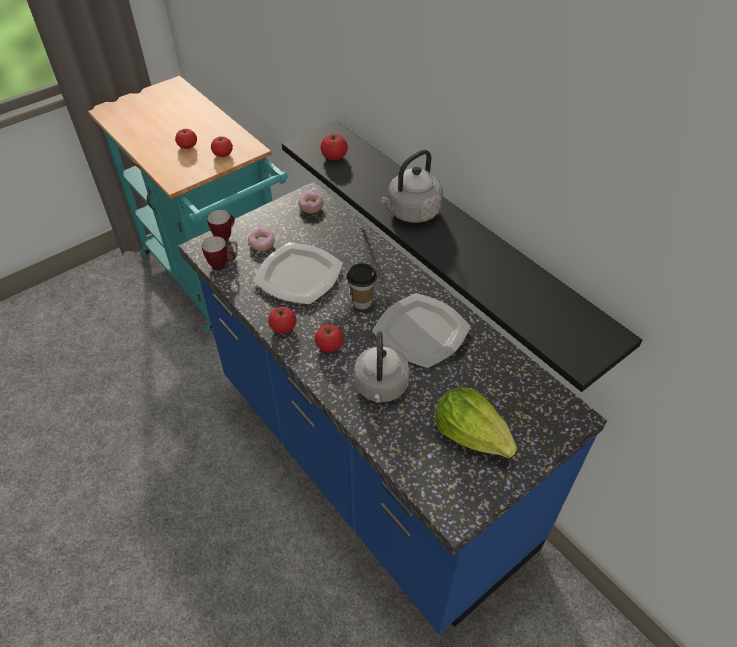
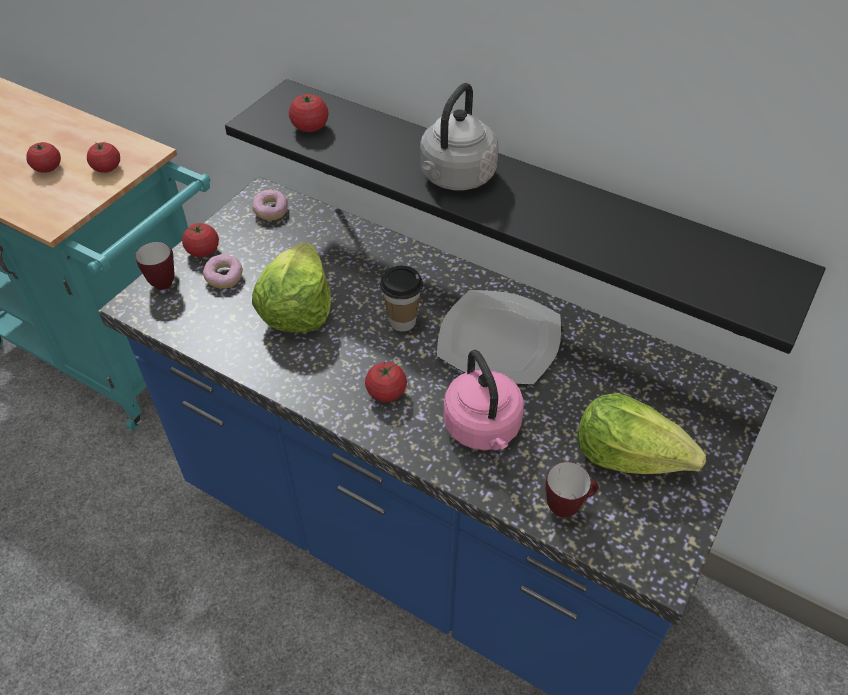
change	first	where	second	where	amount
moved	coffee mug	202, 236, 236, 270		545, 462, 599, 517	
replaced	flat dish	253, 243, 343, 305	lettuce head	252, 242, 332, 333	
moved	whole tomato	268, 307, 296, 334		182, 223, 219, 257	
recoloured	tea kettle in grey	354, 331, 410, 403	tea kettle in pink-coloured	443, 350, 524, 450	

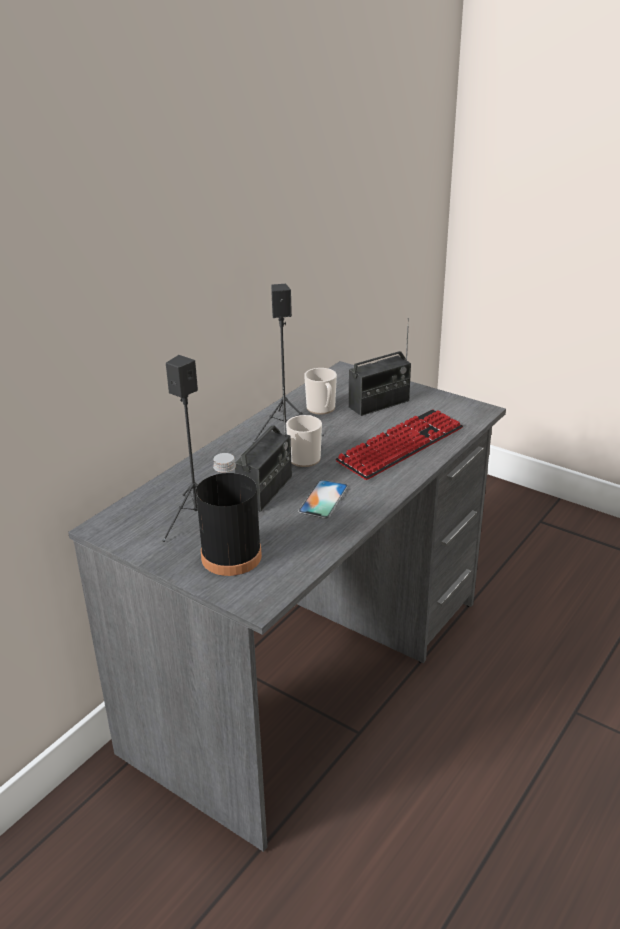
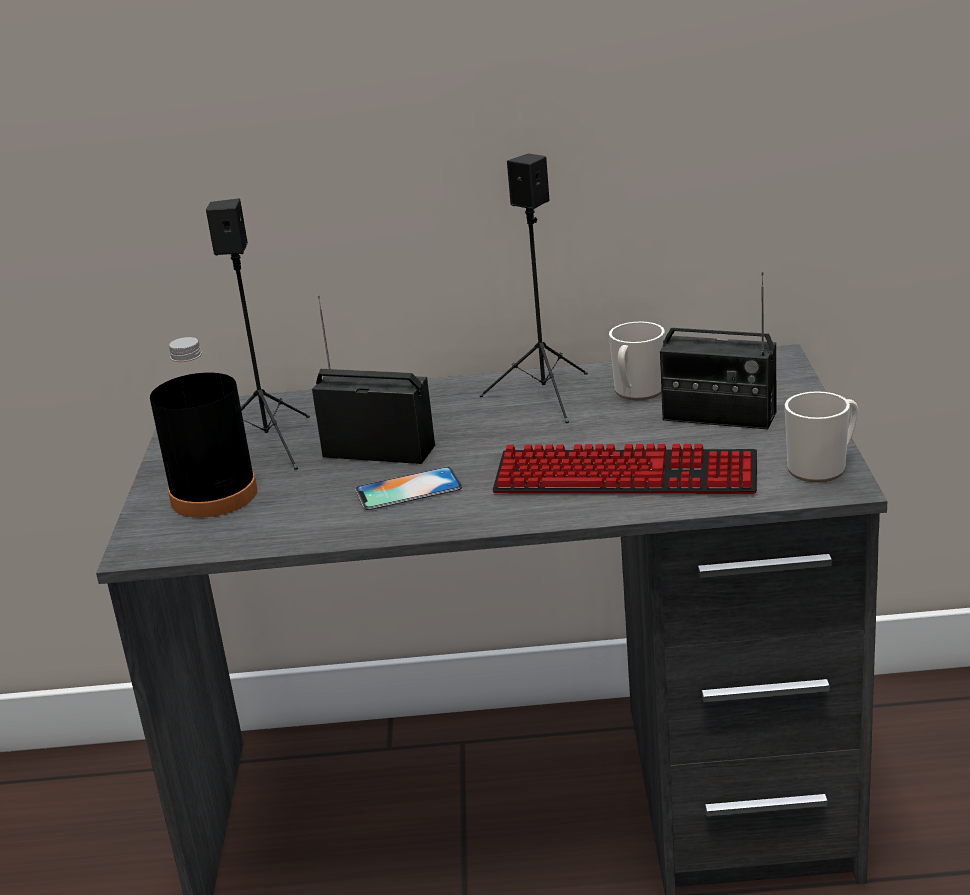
change	first	where	second	where	amount
turned	radio receiver	235, 387, 292, 512		312, 295, 435, 464	150 degrees counterclockwise
moved	coffee mug	286, 415, 322, 467		785, 391, 858, 483	

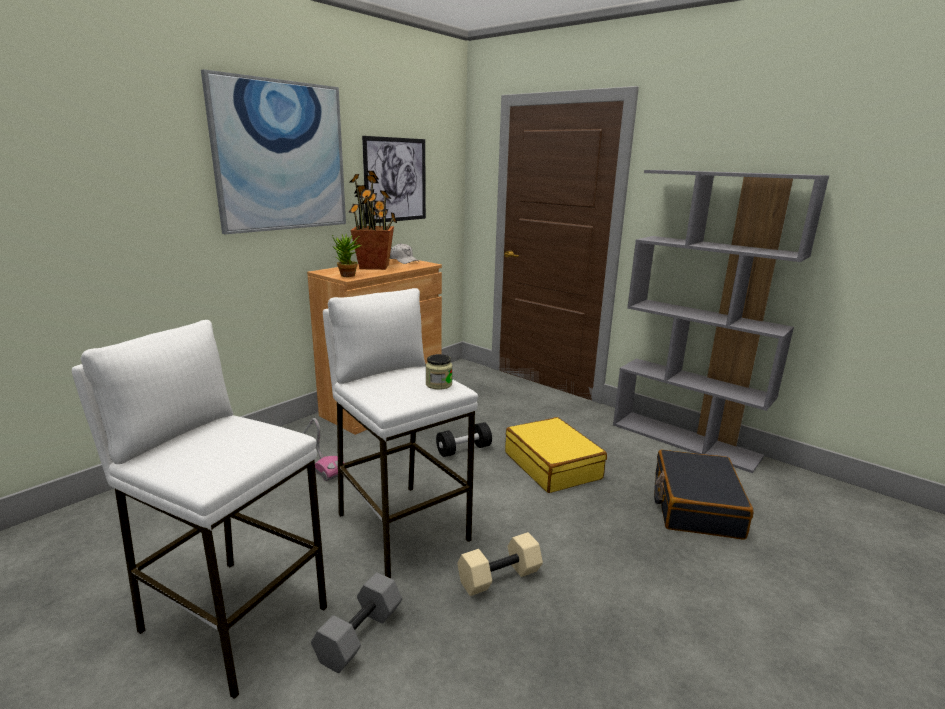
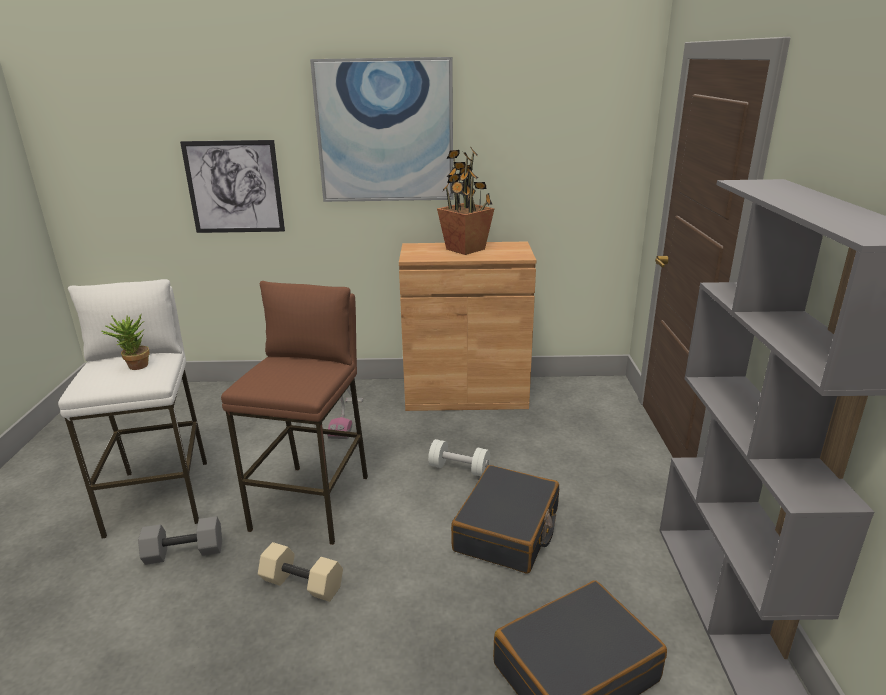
change	first	where	second	where	amount
recoloured	stool seat in white-coloured	323, 288, 478, 578	stool seat in brownish	221, 281, 368, 545	
moved	potted plant	332, 234, 361, 277		101, 313, 150, 370	
moved	wall picture	362, 136, 426, 224		180, 140, 285, 233	
removed	cap in white-coloured	390, 243, 420, 264			
removed	jar	426, 354, 452, 390			
recoloured	hand weight in black-coloured	436, 422, 492, 457	hand weight in white-coloured	428, 439, 490, 476	
recoloured	suitcase in yellow	505, 417, 607, 493	suitcase in black-coloured	451, 465, 559, 574	

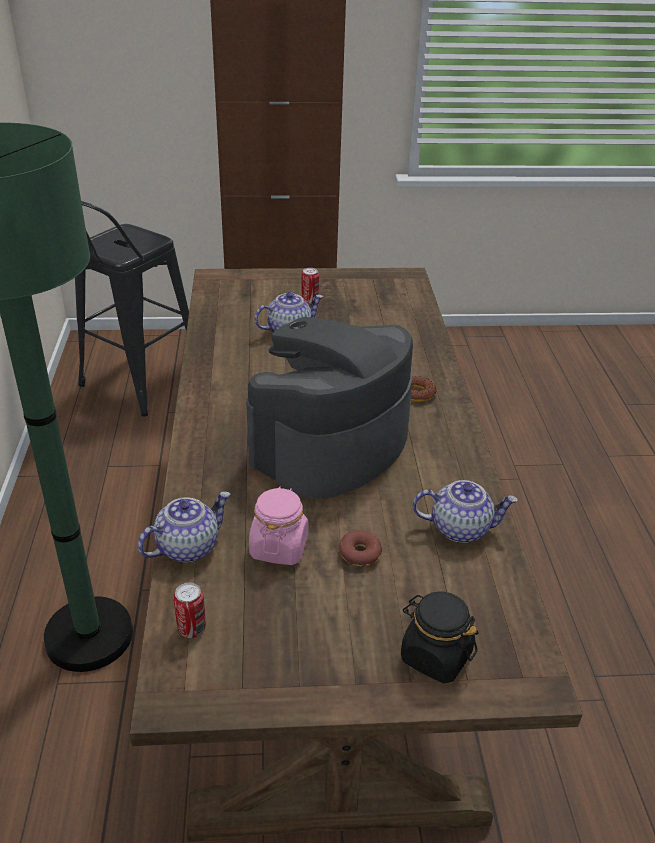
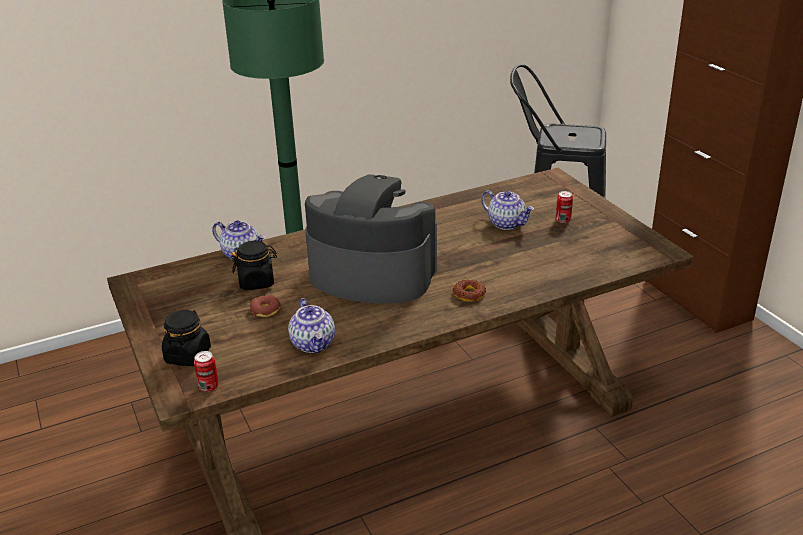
change	first	where	second	where	amount
moved	metal can	174, 583, 206, 638		194, 351, 218, 392	
recoloured	jar in pink-coloured	249, 487, 309, 565	jar in black-coloured	232, 241, 277, 290	

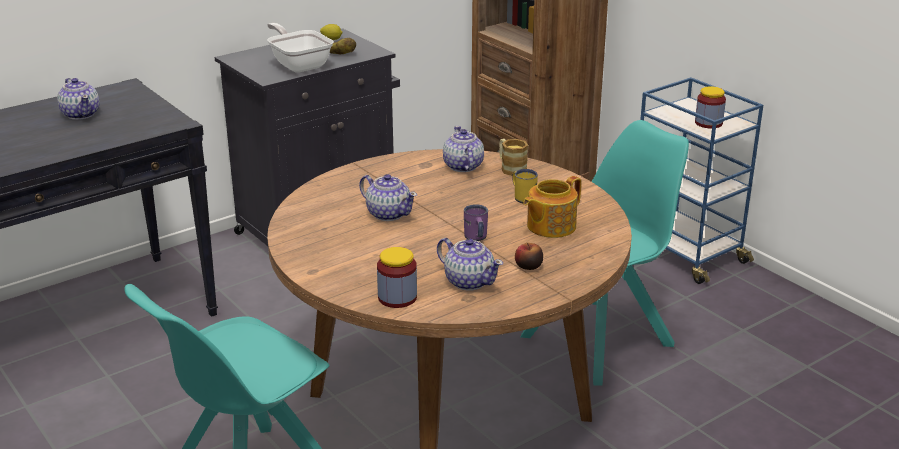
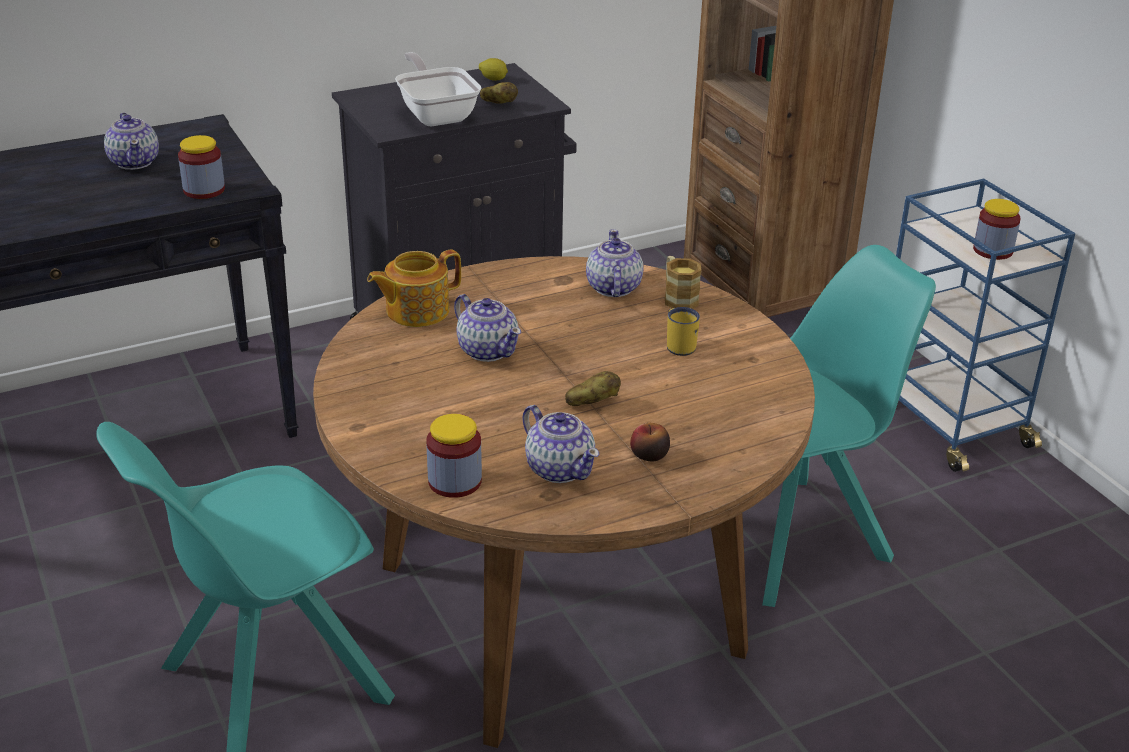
change	first	where	second	where	amount
replaced	coffee mug in purple-coloured	464, 204, 488, 241	potato	565, 371, 621, 406	
moved	tea pot	523, 176, 581, 238		367, 250, 461, 327	
added			jar	178, 135, 225, 199	

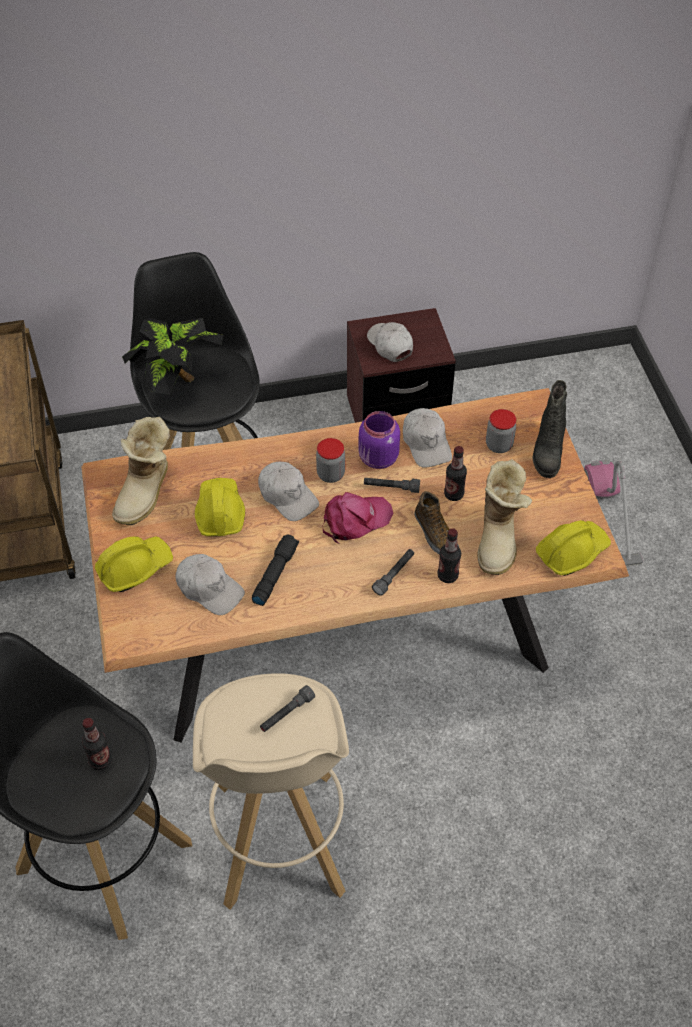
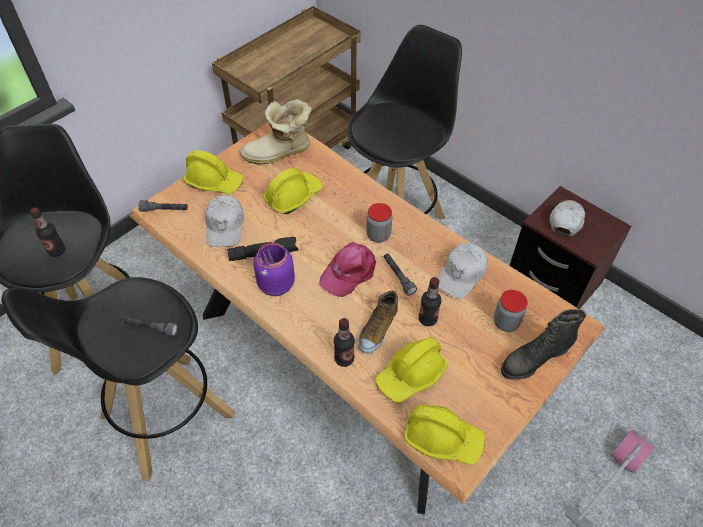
change	first	where	second	where	amount
removed	potted plant	122, 318, 224, 395			
recoloured	stool seat in beige-coloured	193, 673, 349, 910	stool seat in black-coloured	1, 277, 235, 481	
removed	cap in white-coloured	258, 462, 319, 521			
turned	cap in pink-coloured	322, 492, 394, 544		319, 242, 376, 297	105 degrees clockwise
moved	jar in purple-coloured	358, 411, 400, 469		253, 242, 295, 296	
moved	hand torch in grey	372, 549, 414, 596		139, 200, 188, 212	
replaced	boot	478, 459, 532, 575	work helmet in yellow	375, 337, 448, 403	

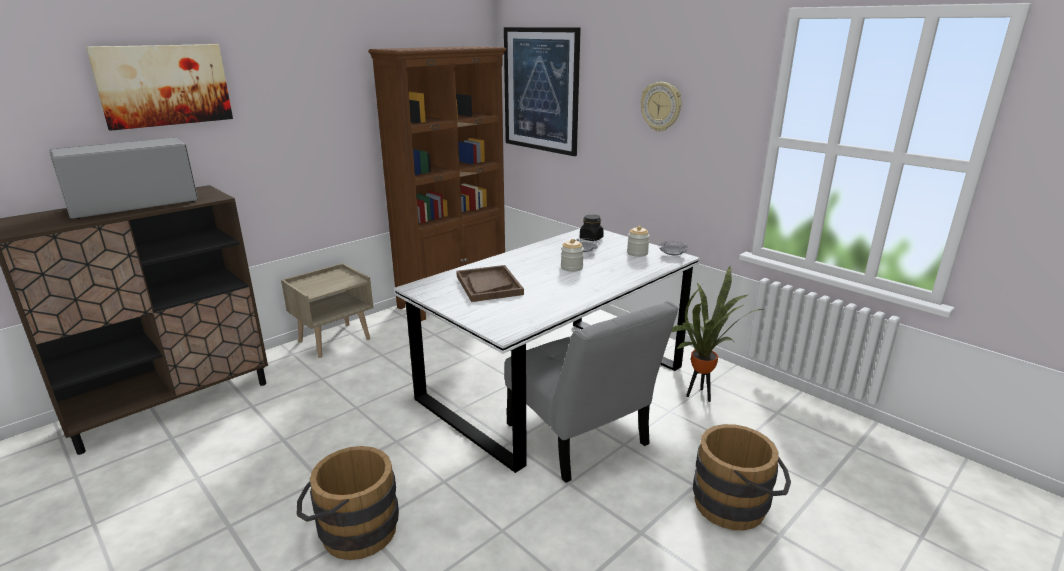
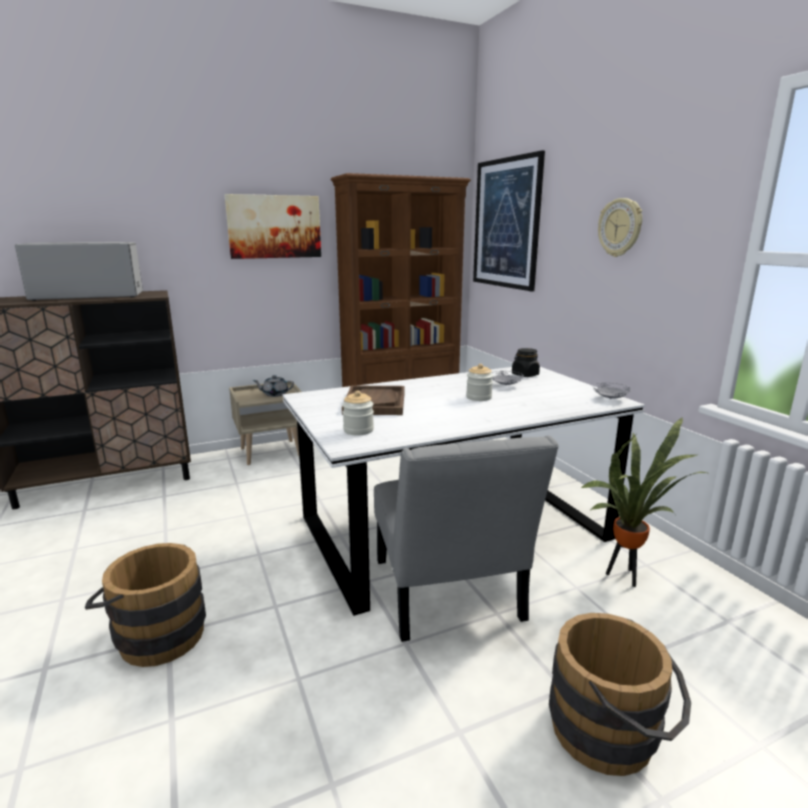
change	first	where	second	where	amount
moved	wall picture	86, 44, 233, 131		224, 194, 321, 259	
moved	jar	627, 226, 650, 257		342, 390, 374, 435	
added			tea pot in grey	253, 375, 294, 397	

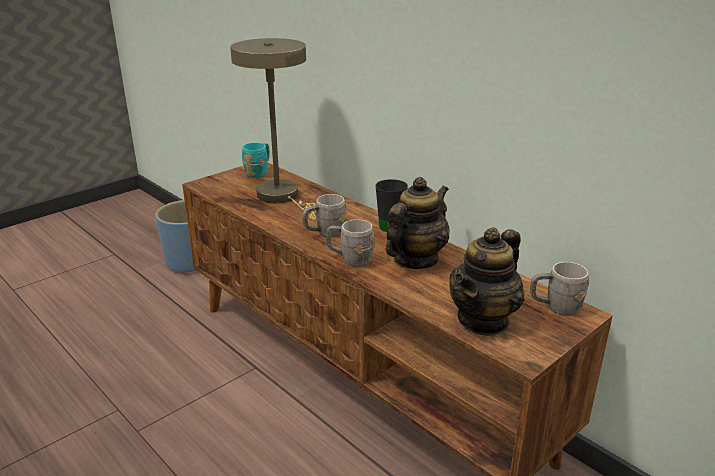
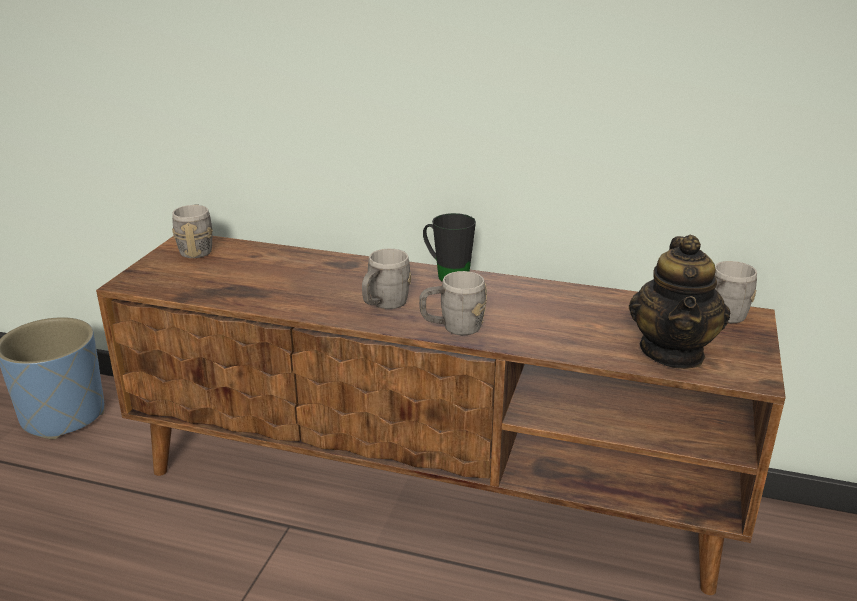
change	first	where	second	where	amount
removed	table lamp in beige-coloured	230, 38, 316, 220			
recoloured	coffee mug in turquoise	241, 143, 270, 178	coffee mug in grey	172, 204, 213, 258	
removed	tea pot	385, 177, 450, 269			

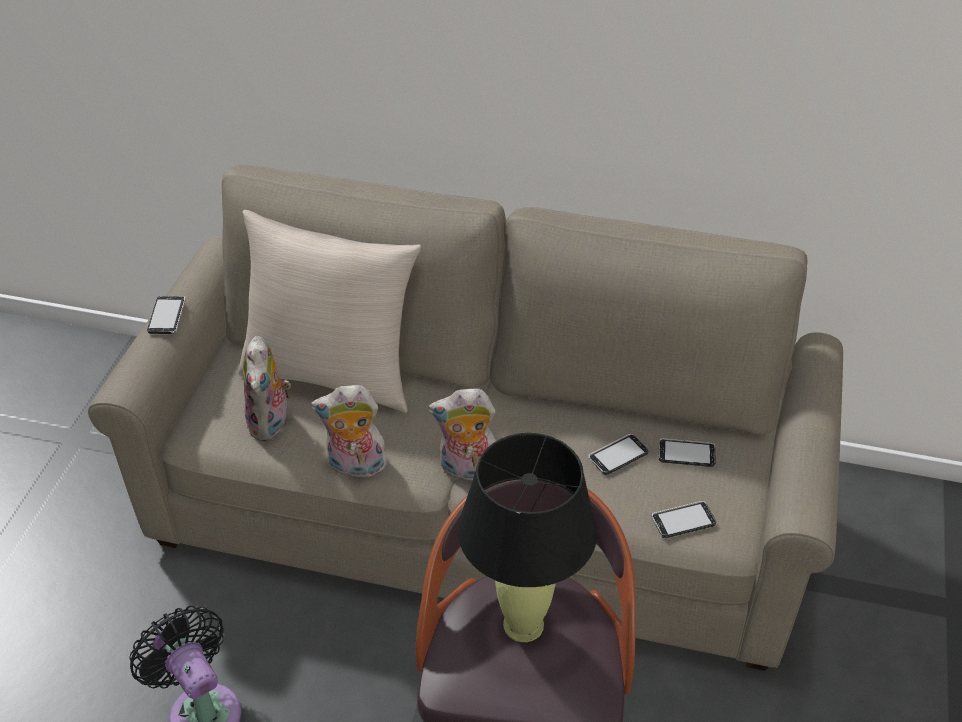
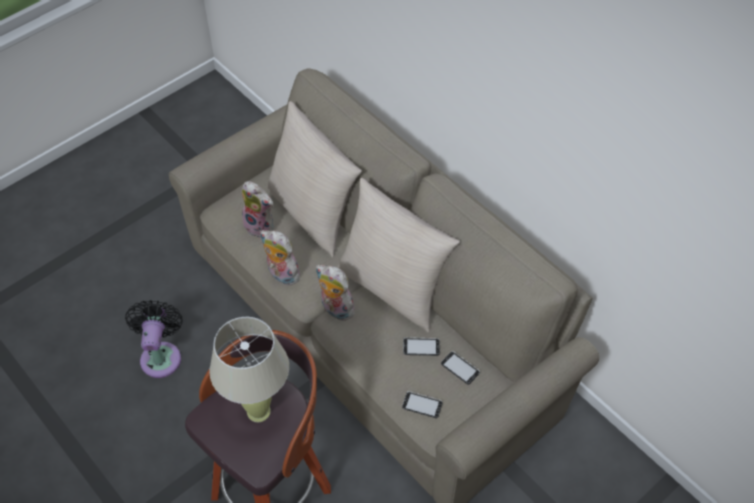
change	first	where	second	where	amount
removed	telephone	147, 296, 186, 334			
turned	cuddly toy	243, 336, 291, 441		242, 181, 274, 239	90 degrees counterclockwise
recoloured	table lamp in black-coloured	458, 433, 597, 642	table lamp in beige-coloured	209, 317, 289, 422	
added			cushion in beige-coloured	337, 178, 460, 333	

